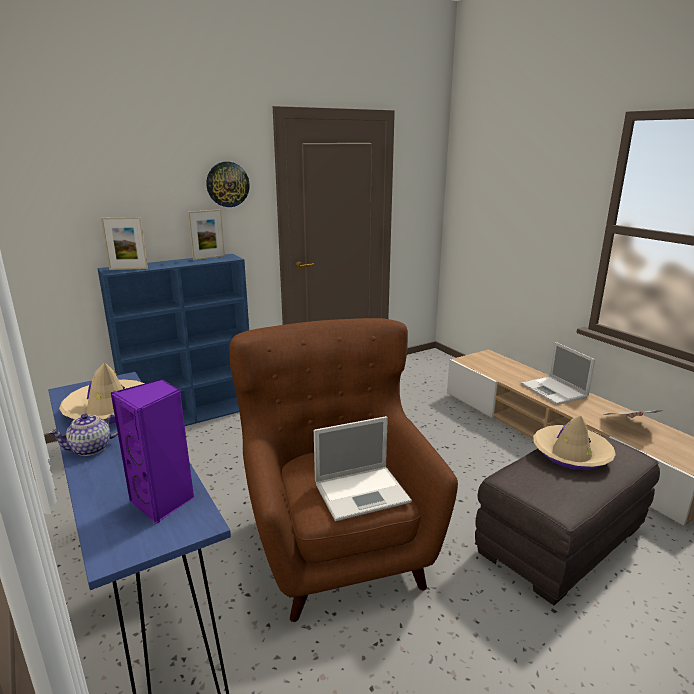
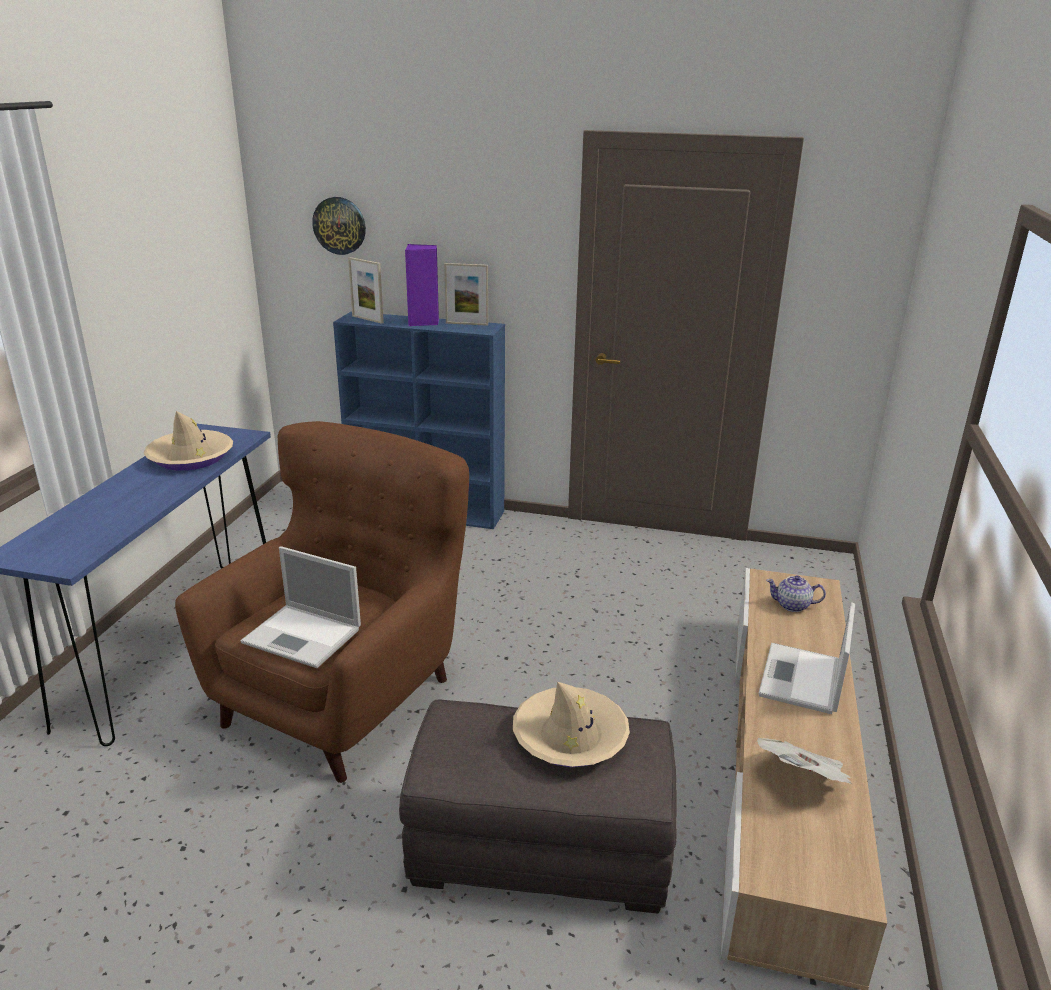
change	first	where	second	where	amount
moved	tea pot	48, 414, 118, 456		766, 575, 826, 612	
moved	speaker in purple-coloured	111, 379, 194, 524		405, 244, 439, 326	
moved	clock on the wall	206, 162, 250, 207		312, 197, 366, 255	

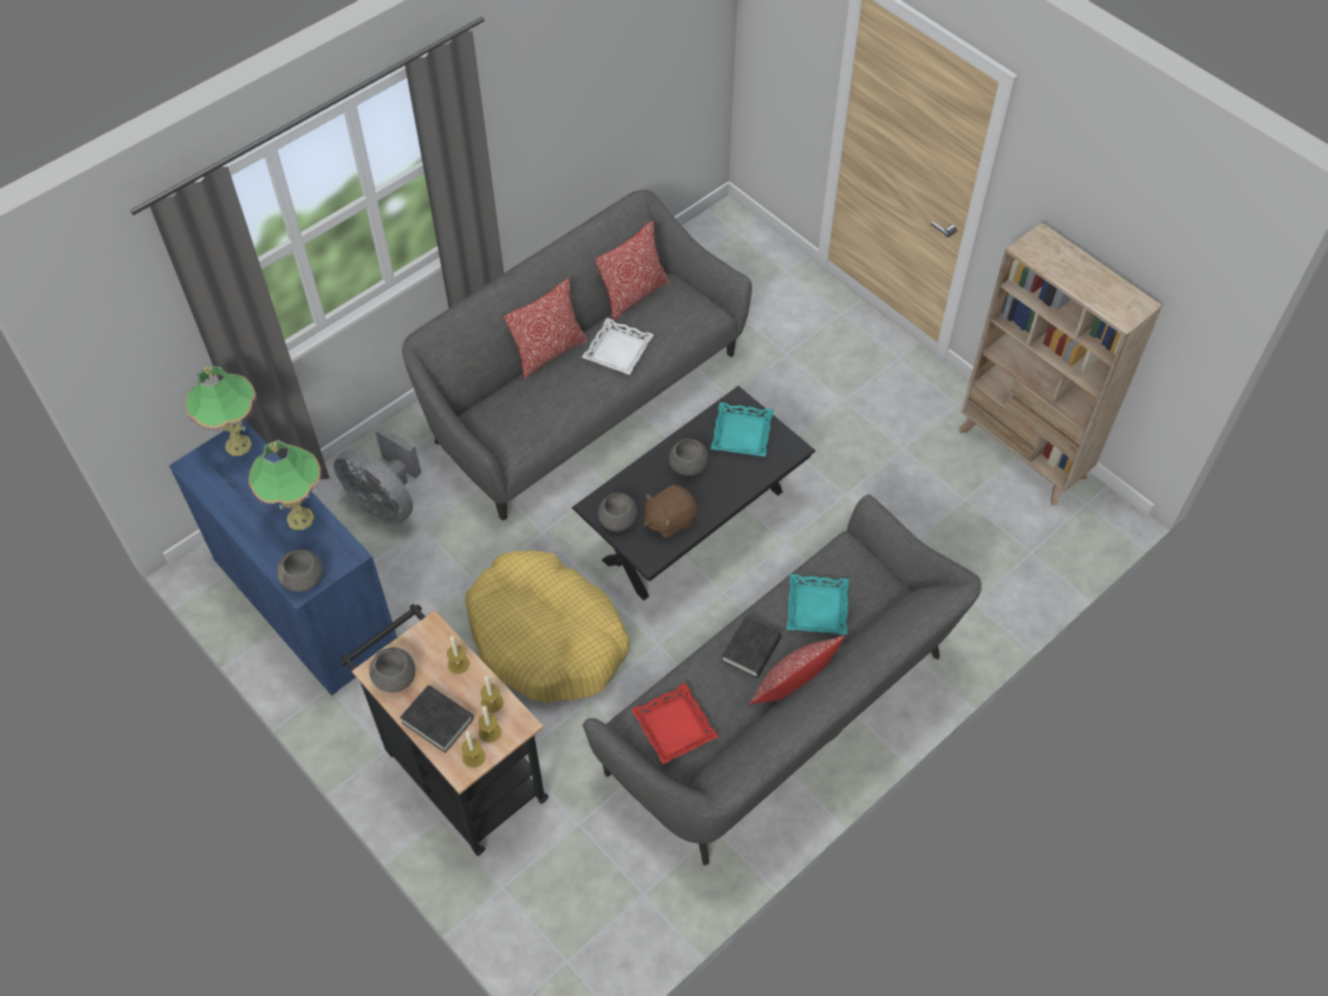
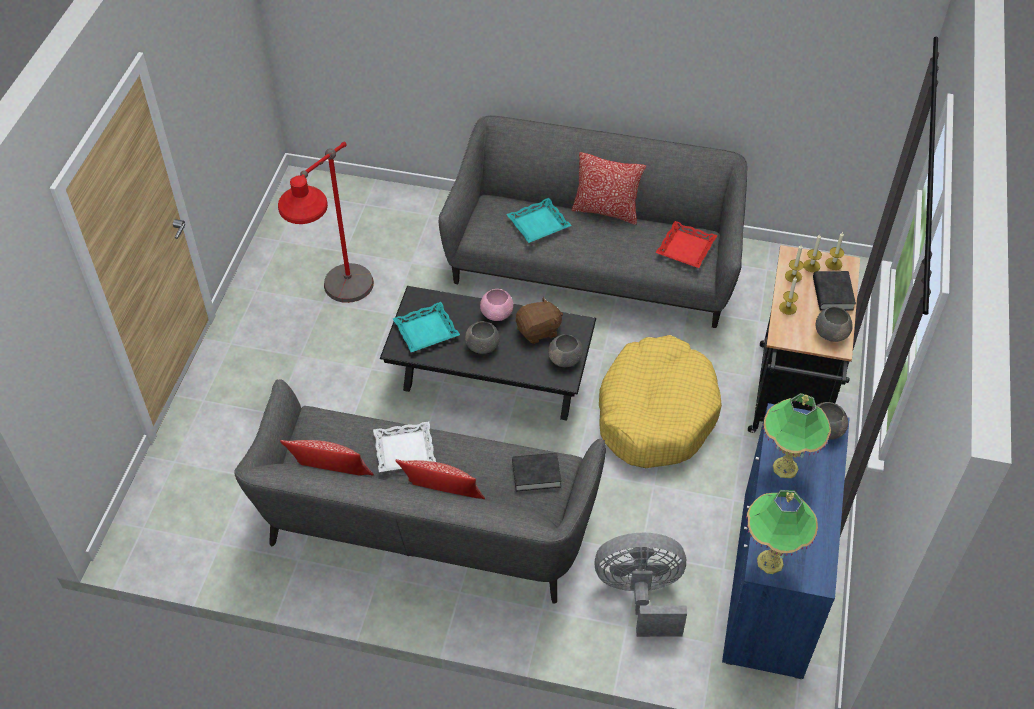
change	first	where	second	where	amount
turned	fan in grey	334, 425, 421, 524		594, 533, 687, 637	90 degrees counterclockwise
turned	cuddly toy in brownish	644, 485, 698, 539		516, 296, 563, 344	45 degrees counterclockwise
moved	volume in black-coloured	722, 616, 782, 678		512, 453, 562, 492	
removed	bookshelf in beige-coloured	959, 222, 1163, 505			
added			floor lamp in red-coloured	278, 142, 374, 303	
added			bowl in pink-coloured	480, 289, 513, 321	

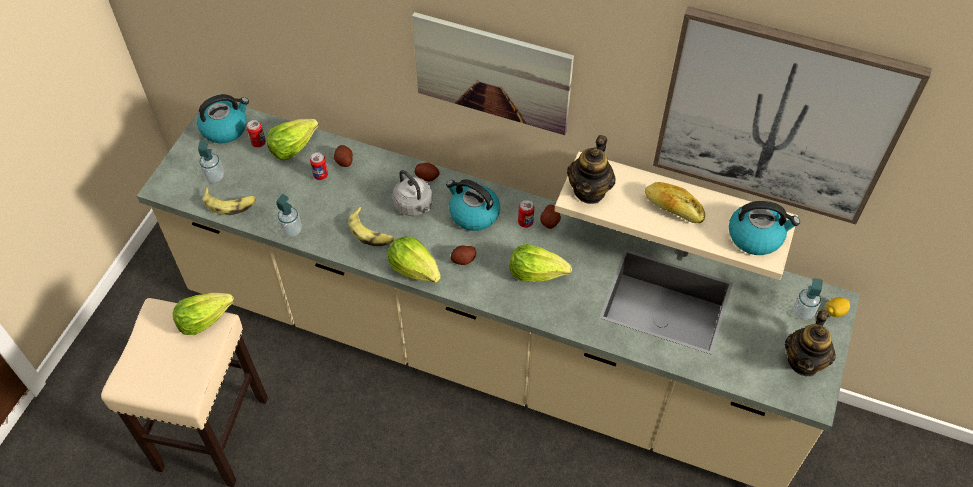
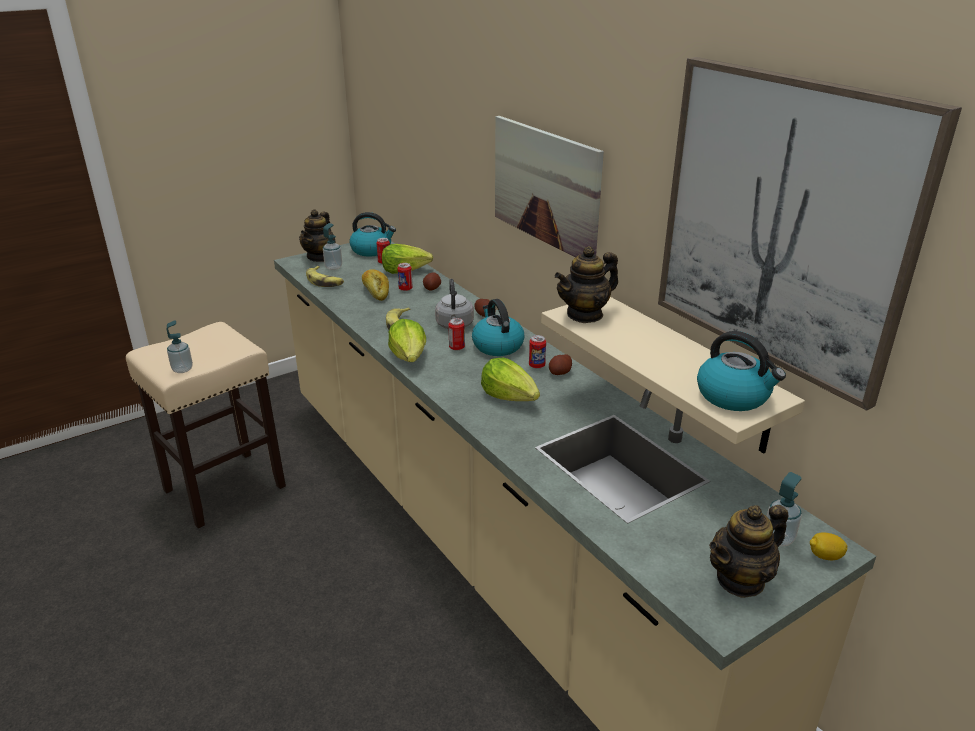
change	first	where	second	where	amount
removed	lettuce head	173, 293, 234, 335			
moved	soap dispenser	276, 194, 302, 237		167, 320, 193, 373	
removed	potato	450, 245, 476, 265			
moved	bakery bread	645, 182, 705, 223		362, 269, 389, 301	
added			tea pot	299, 209, 336, 262	
added			metal can	448, 318, 465, 351	

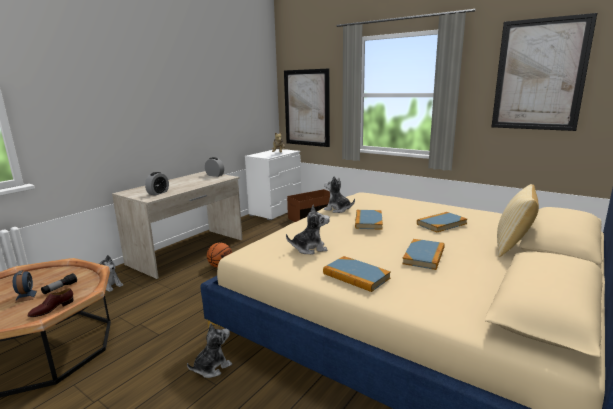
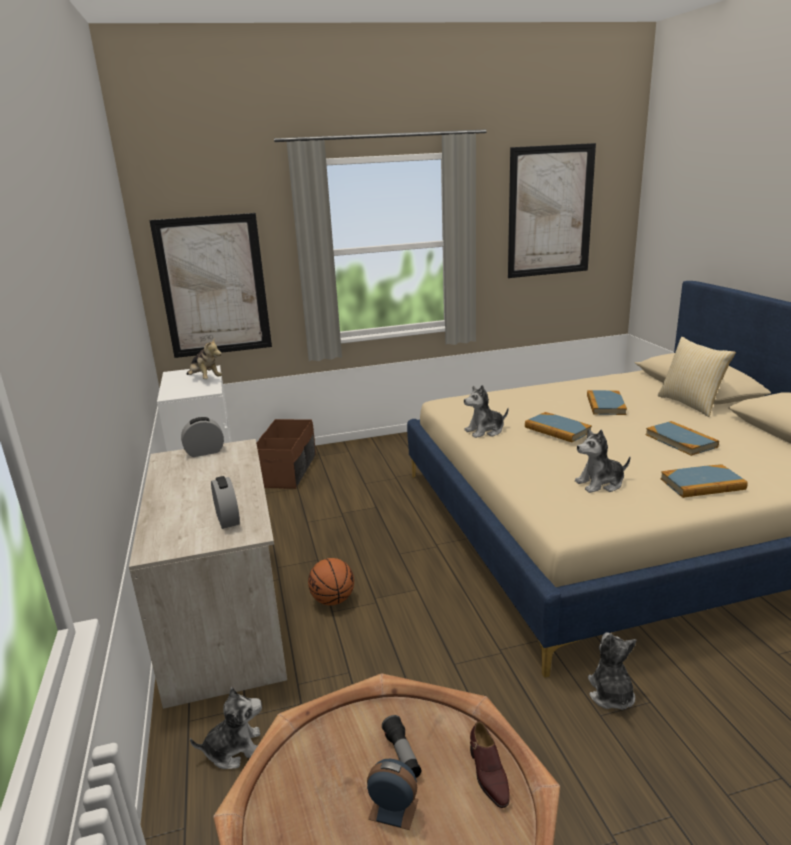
change	first	where	second	where	amount
turned	cuddly toy	286, 205, 330, 254		575, 429, 631, 493	135 degrees counterclockwise

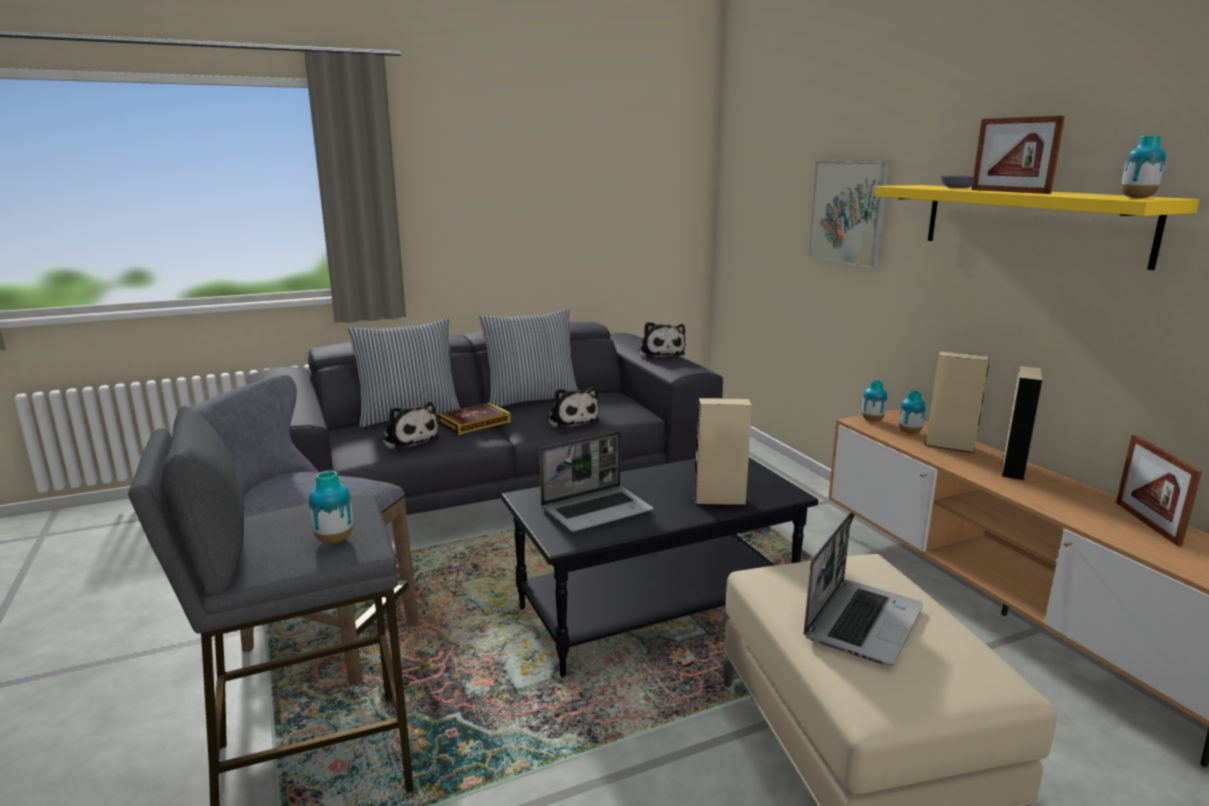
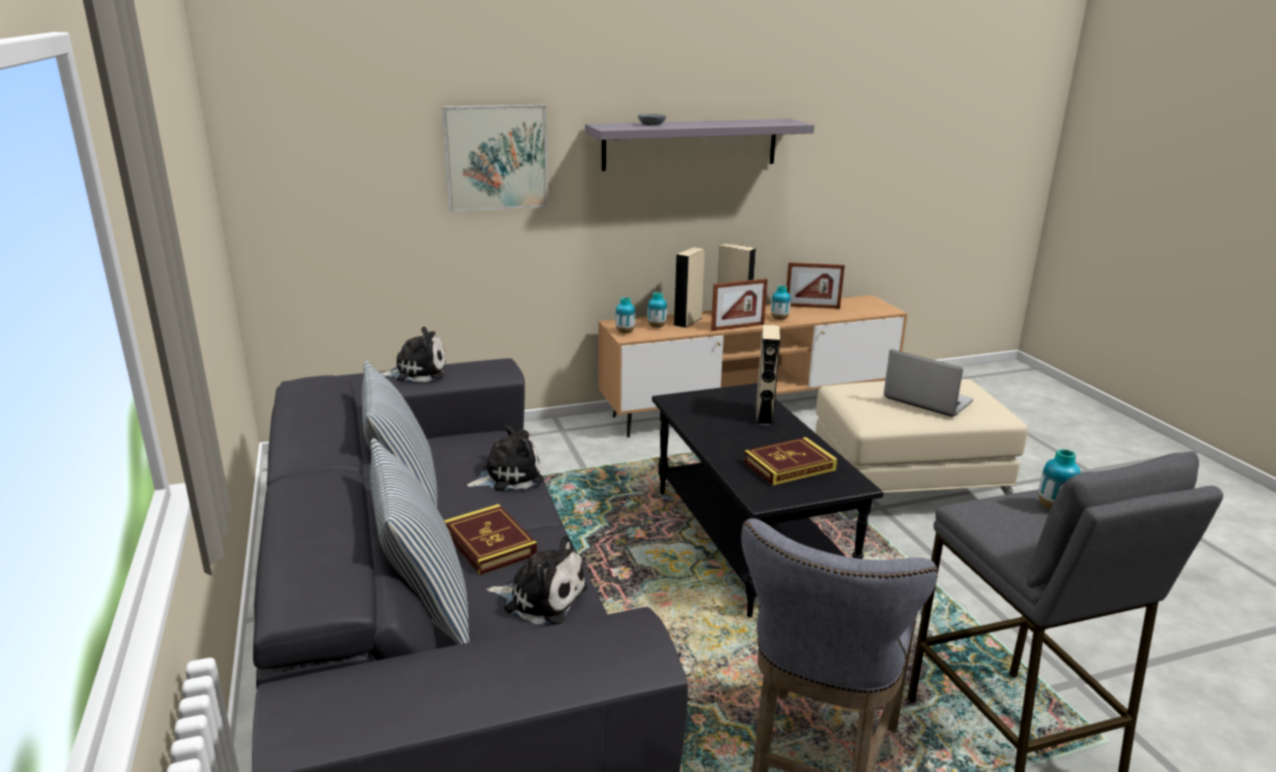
change	first	where	second	where	amount
turned	cuddly toy	380, 402, 440, 450		486, 535, 587, 625	60 degrees clockwise
replaced	notebook computer	540, 431, 653, 532	volume	744, 437, 837, 485	
recoloured	shelf in yellow	875, 185, 1200, 270	shelf in grey	585, 119, 814, 171	
moved	picture frame	972, 116, 1065, 194		711, 279, 768, 331	
moved	decorative vase	1122, 136, 1166, 198		771, 285, 791, 320	

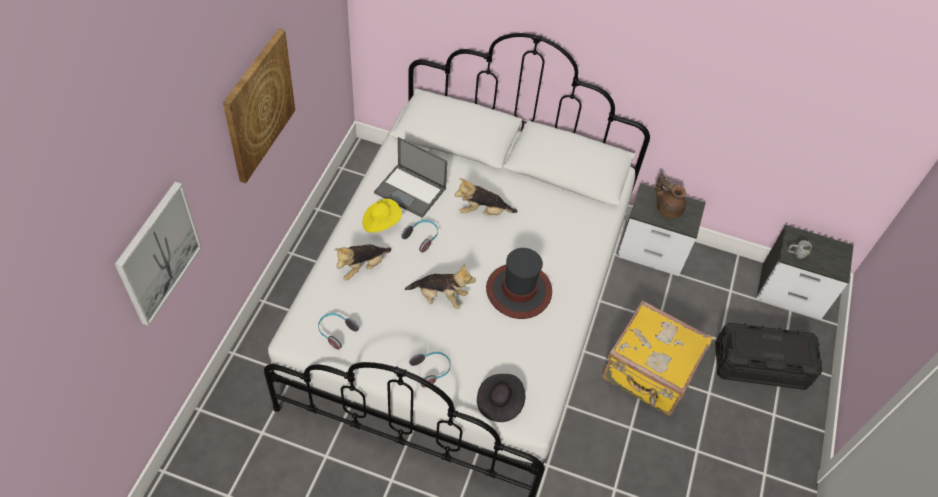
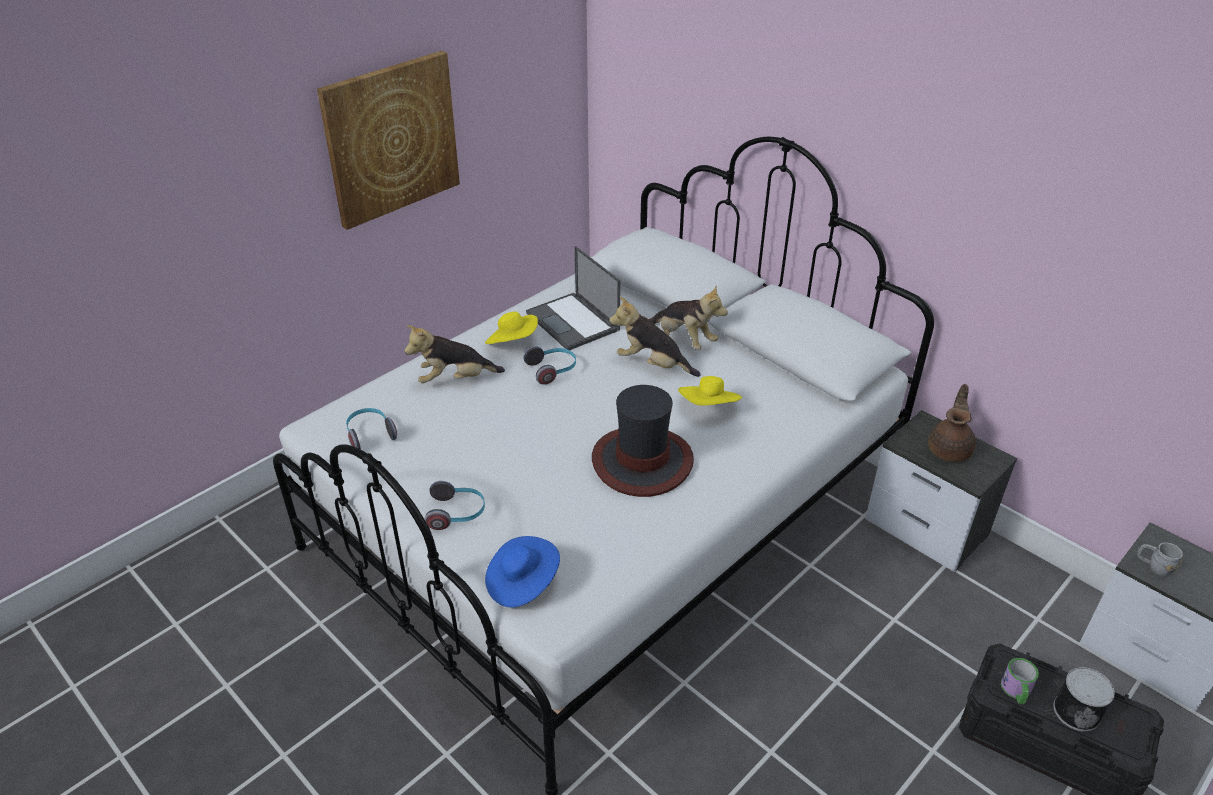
change	first	where	second	where	amount
removed	wall picture	115, 182, 202, 326			
moved	cuddly toy	404, 264, 476, 309		649, 285, 728, 350	
recoloured	hat in black-coloured	477, 374, 525, 422	hat in blue-coloured	485, 536, 560, 608	
removed	suitcase in yellow	602, 300, 713, 416			
turned	tea pot in brownish	655, 173, 686, 218		928, 384, 976, 462	45 degrees clockwise
added			hat in yellow	678, 376, 742, 406	
added			coffee mug	1001, 658, 1039, 704	
added			metal can	1053, 667, 1115, 732	

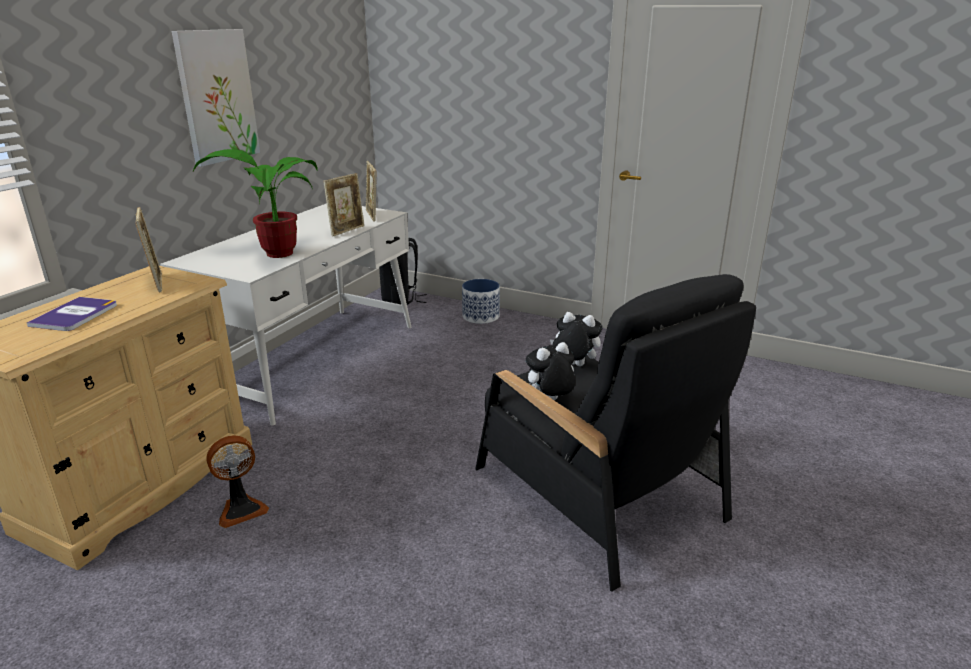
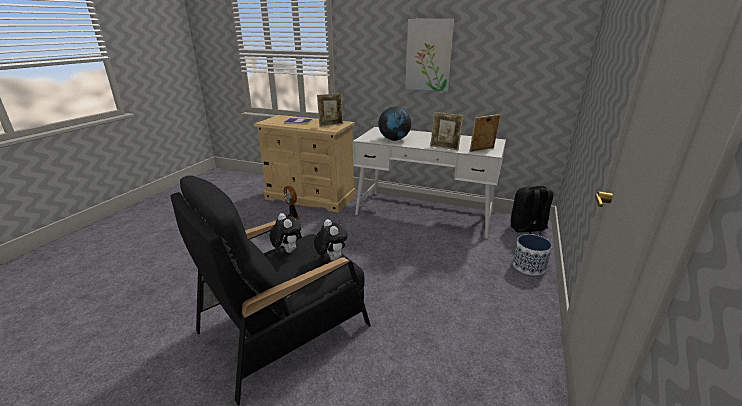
change	first	where	second	where	amount
replaced	potted plant	193, 149, 318, 258	desk globe	378, 107, 411, 141	
turned	cuddly toy	550, 312, 603, 366		314, 219, 348, 261	45 degrees counterclockwise

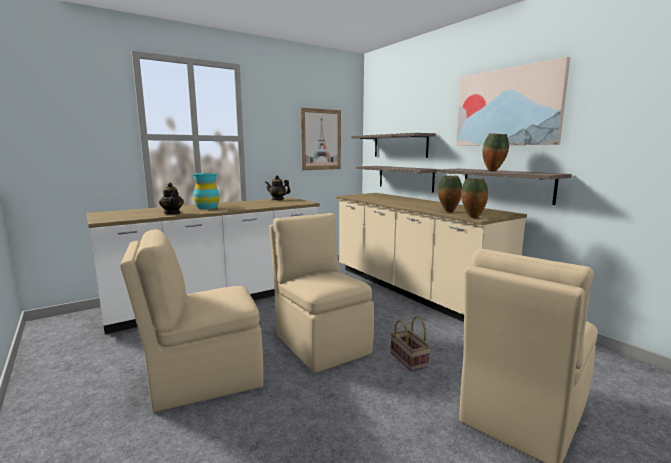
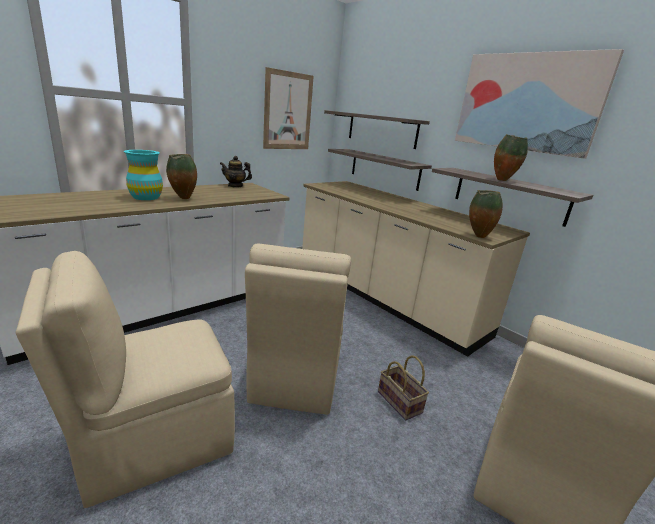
change	first	where	second	where	amount
removed	tea pot	159, 183, 184, 214			
turned	upright chair in beige-coloured	269, 213, 374, 372		245, 244, 351, 415	135 degrees counterclockwise
moved	decorative vase	438, 175, 462, 212		166, 154, 197, 199	

